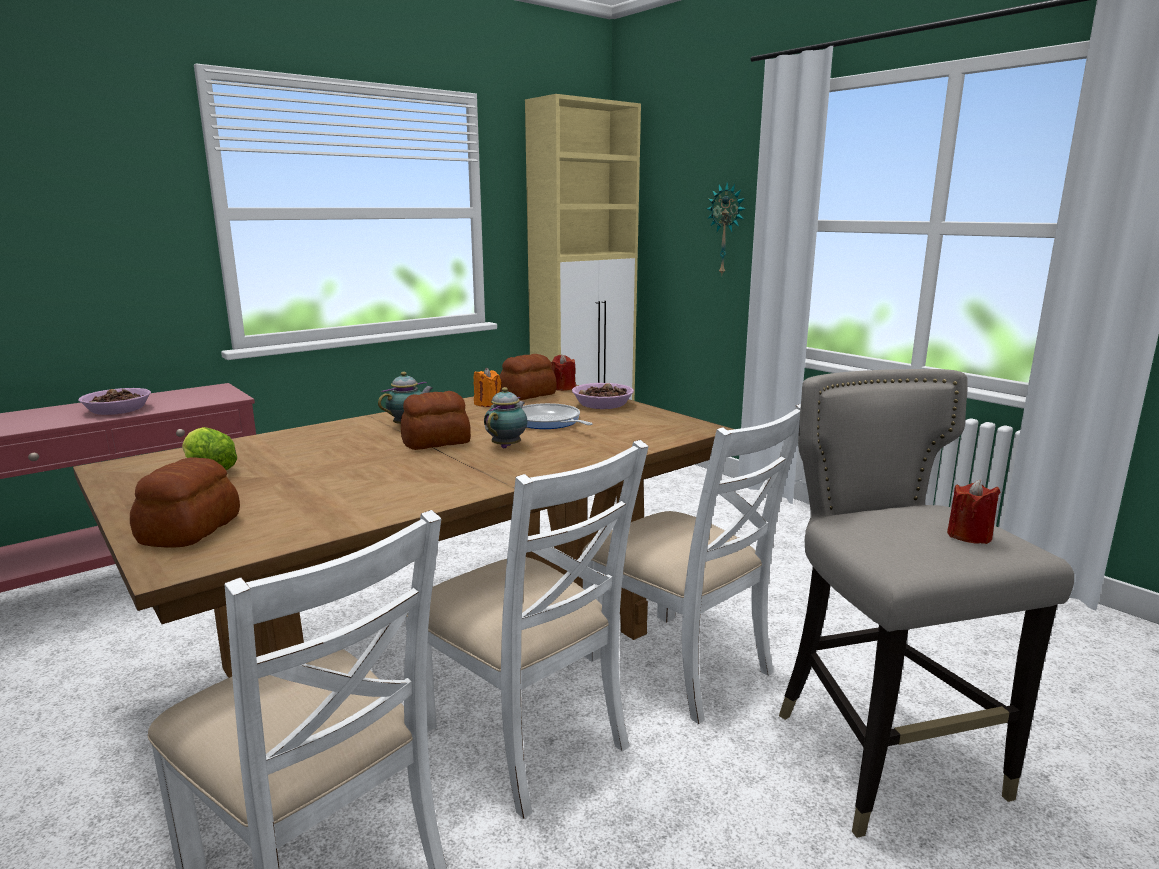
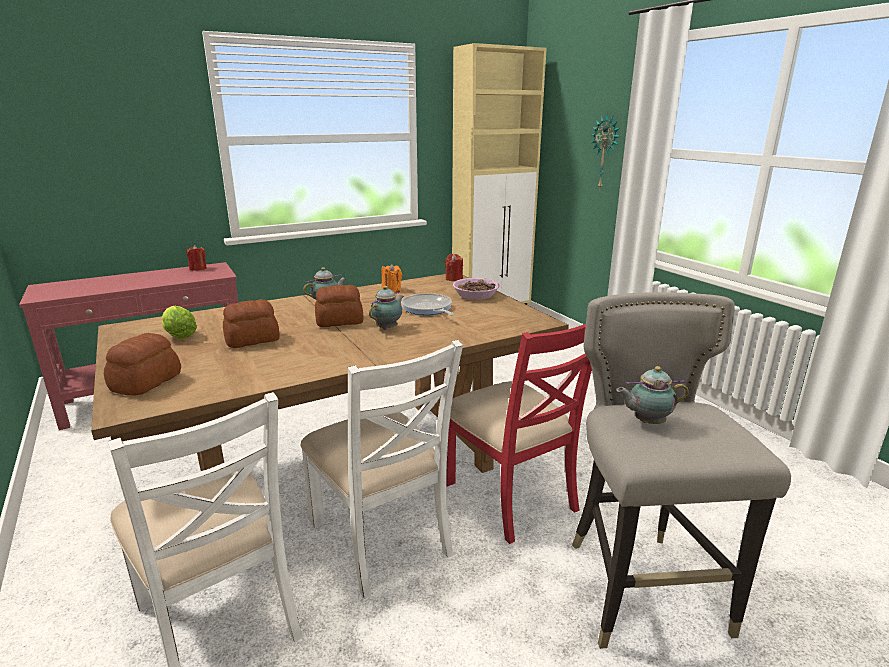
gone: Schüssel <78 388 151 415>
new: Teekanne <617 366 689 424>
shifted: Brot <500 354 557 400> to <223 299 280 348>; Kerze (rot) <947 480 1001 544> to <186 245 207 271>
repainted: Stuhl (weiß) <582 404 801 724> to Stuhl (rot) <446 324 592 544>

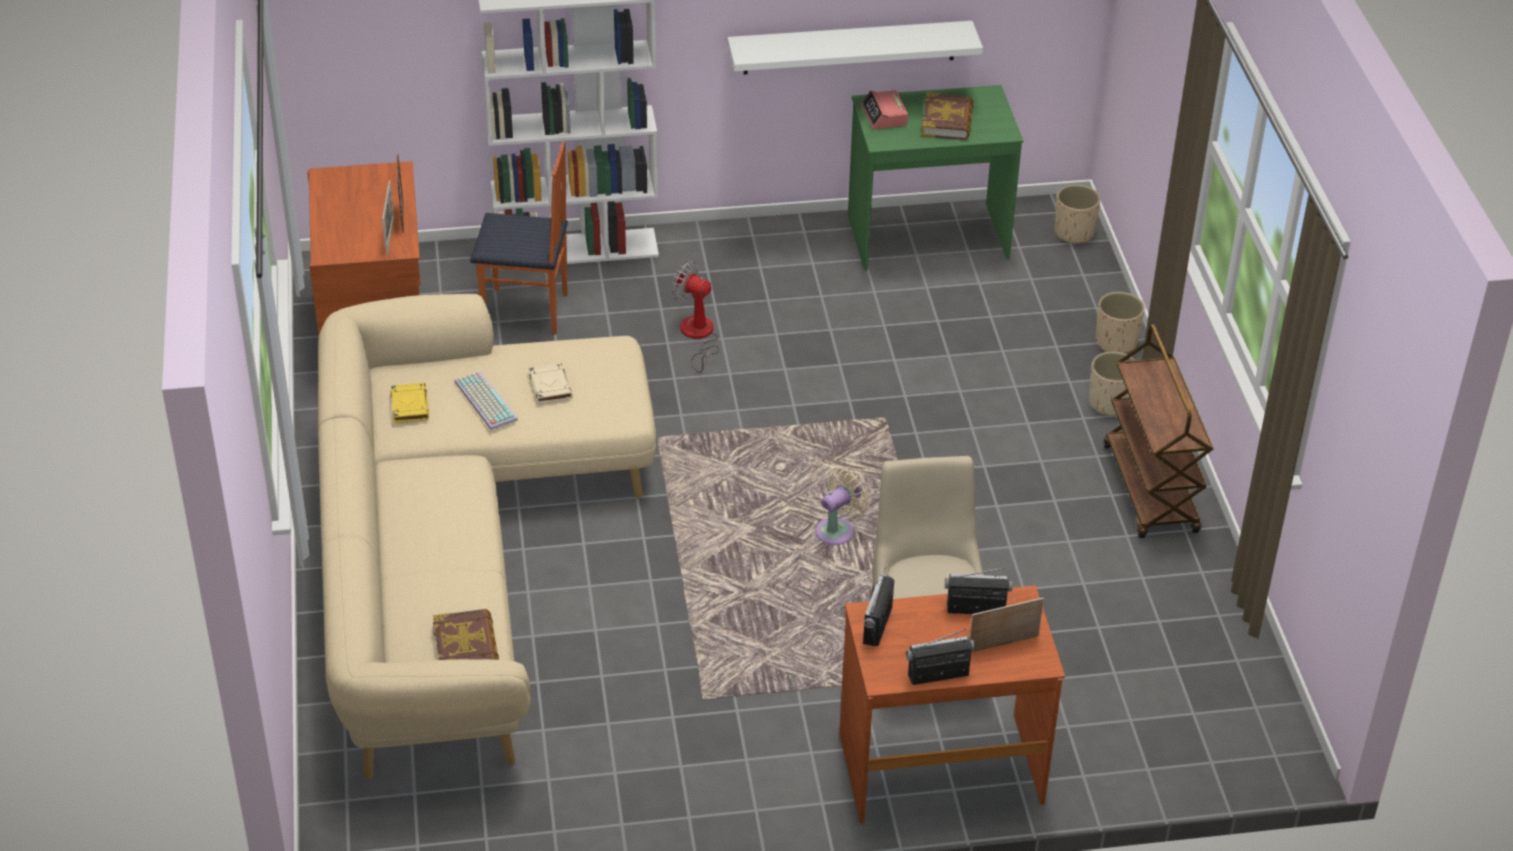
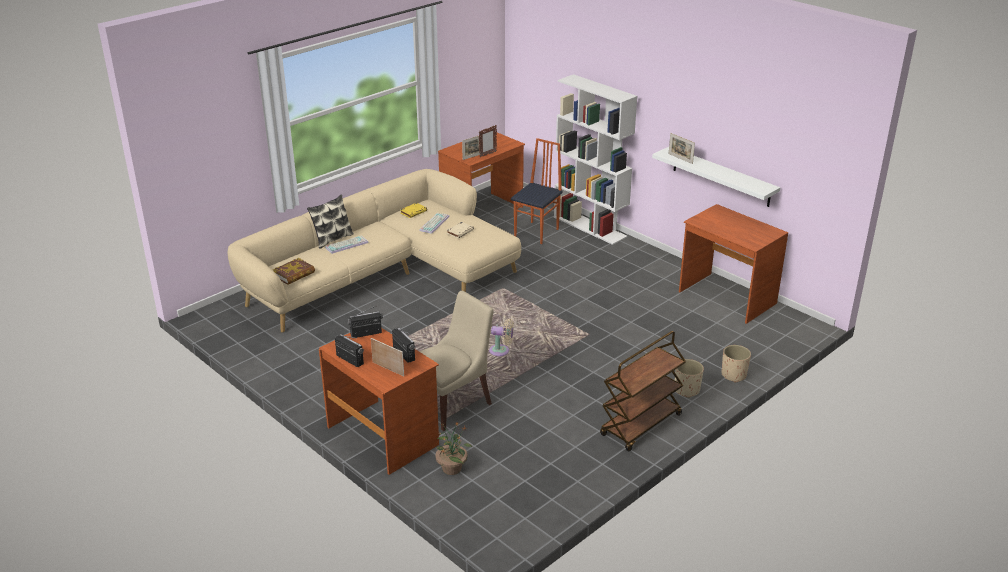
gone: Wecker <861 90 908 130>; Buch <921 92 973 140>; Pflanzkübel (beige) <1055 184 1101 243>; Ventilator <672 262 719 373>
new: Bilderrahmen <669 133 695 164>; Kissen <307 194 354 249>; Tastatur <325 236 368 254>; Topfpflanze <435 422 472 475>
repainted: Schreibtisch (grün) <848 85 1023 271> to Schreibtisch (braun) <679 204 788 324>
rotated: Stuhl <470 142 568 335> = <511 138 563 244> 120 degrees counterclockwise

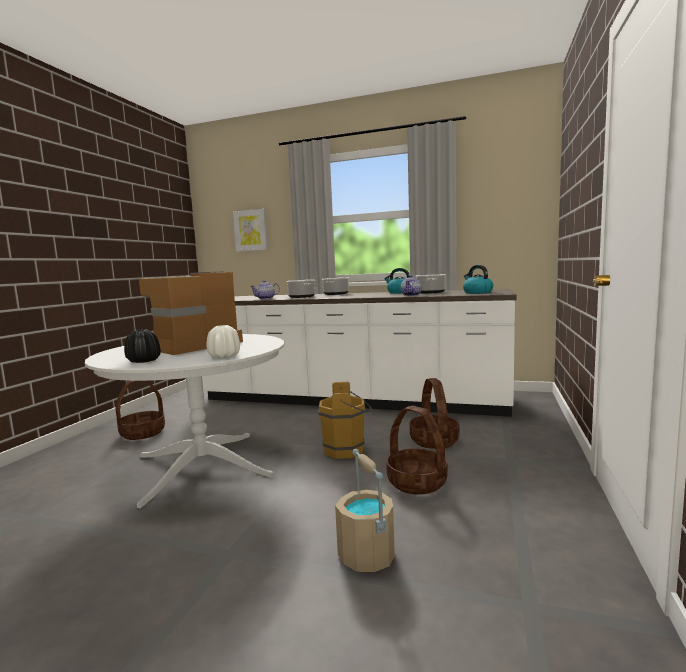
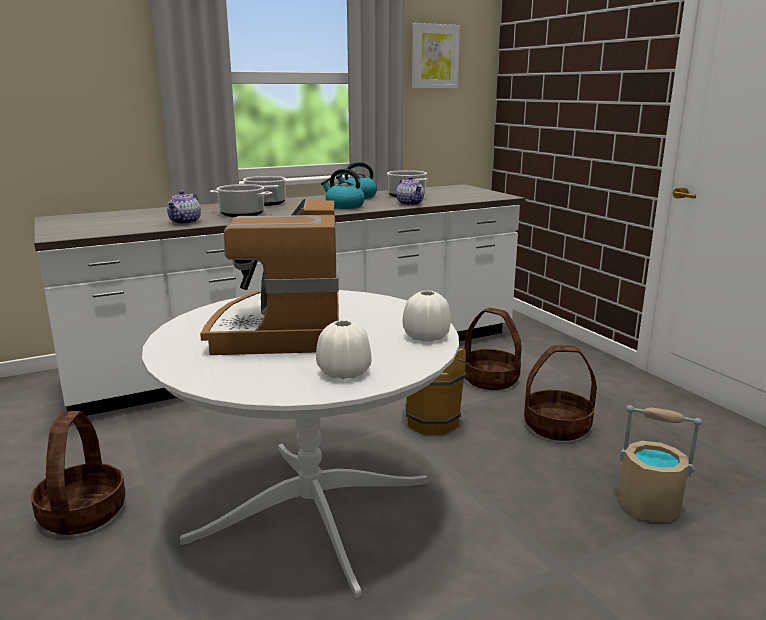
shifted: Bild <233 209 267 251> to <412 23 460 88>; Wasserkessel <463 265 493 294> to <321 169 365 209>
repainted: Vase (schwarz) <124 329 161 363> to Vase (weiß) <316 320 371 379>

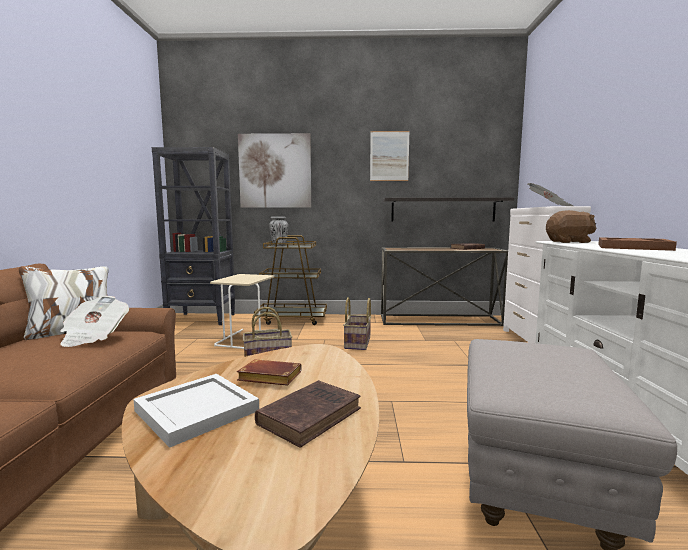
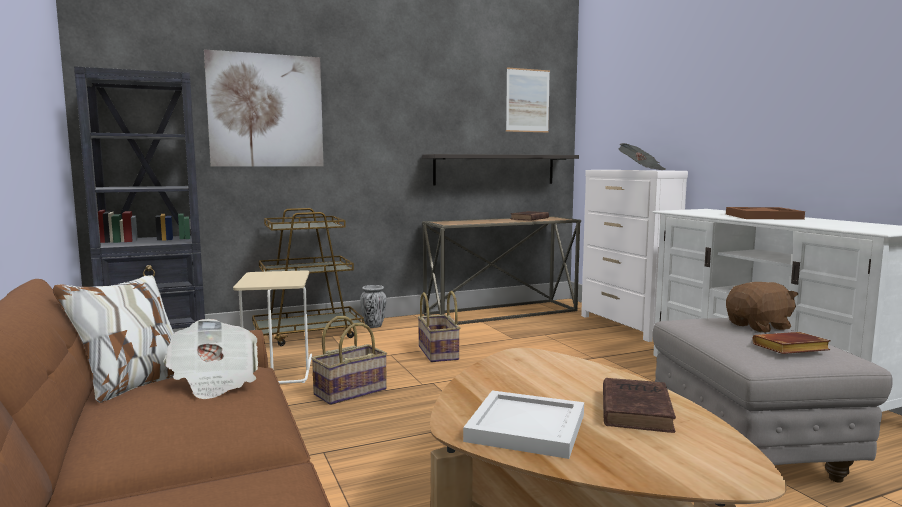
shifted: Bild <370 131 410 181> to <506 67 550 133>; Plüschtier (braun) <546 210 596 243> to <726 282 799 333>; Vase <269 217 288 246> to <360 285 386 328>; Buch (braun) <237 359 302 386> to <753 332 831 354>

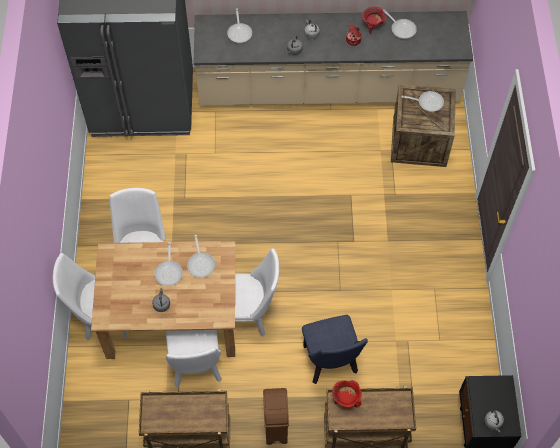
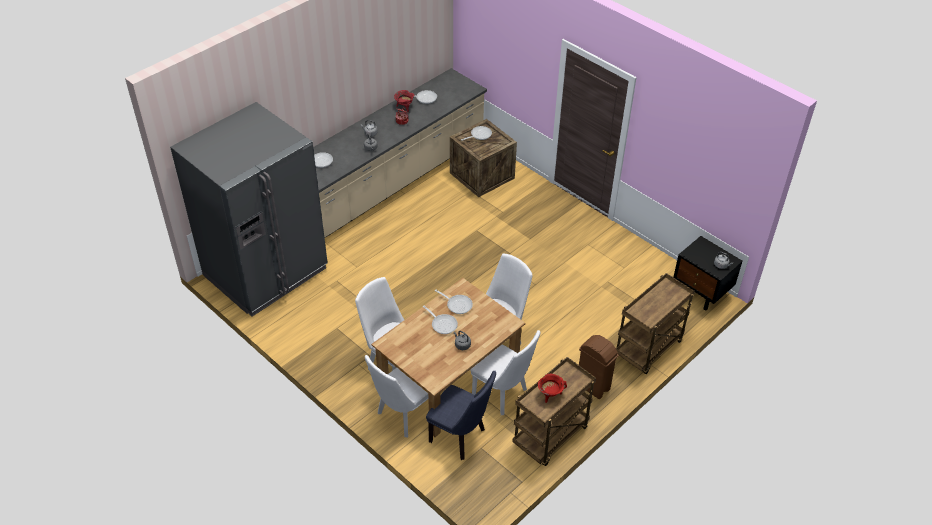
shifted: Stuhl (blau) <302 315 368 384> to <426 371 496 460>; Kochtopf (rot) <332 380 362 407> to <538 373 567 403>

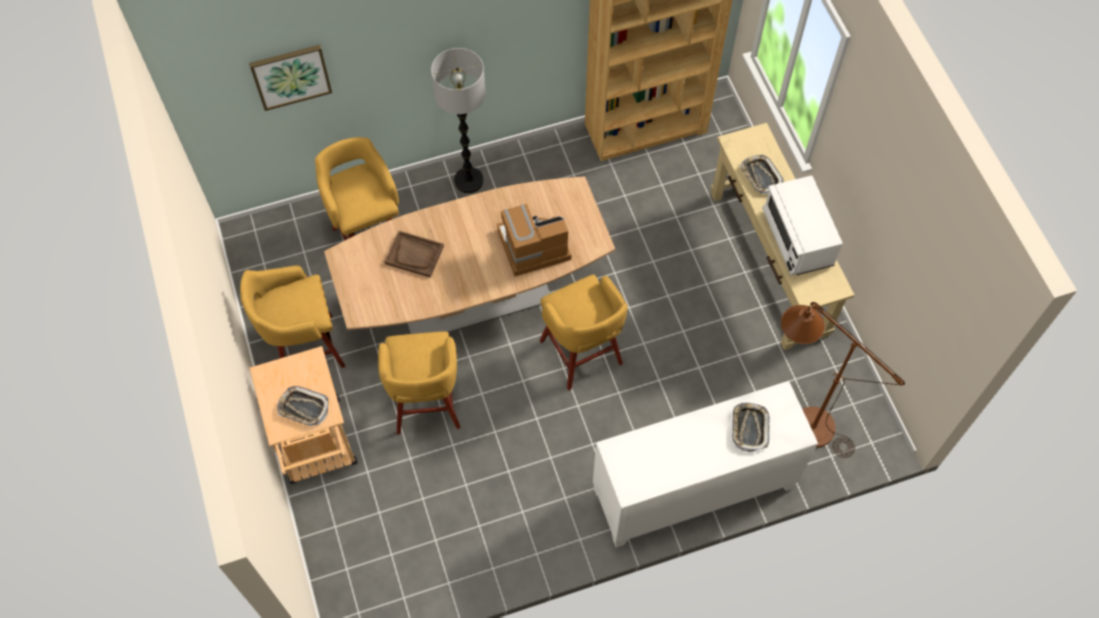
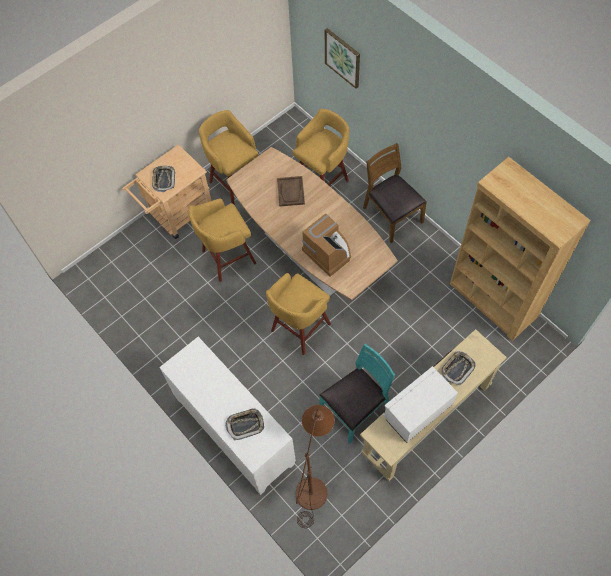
new: Stuhl (türkis) <319 343 395 443>
swapped: Stehlampe <431 48 485 193> to Stuhl (braun) <363 143 427 243>

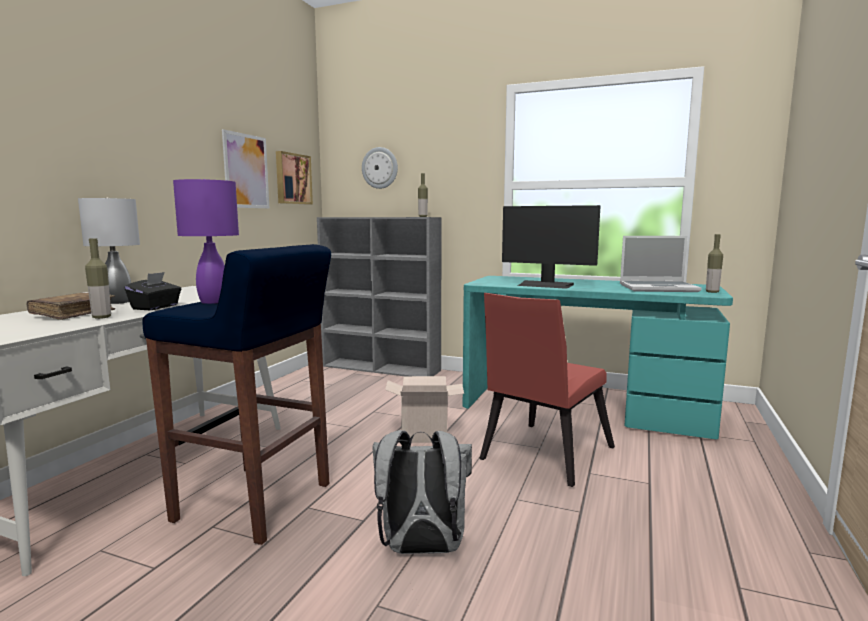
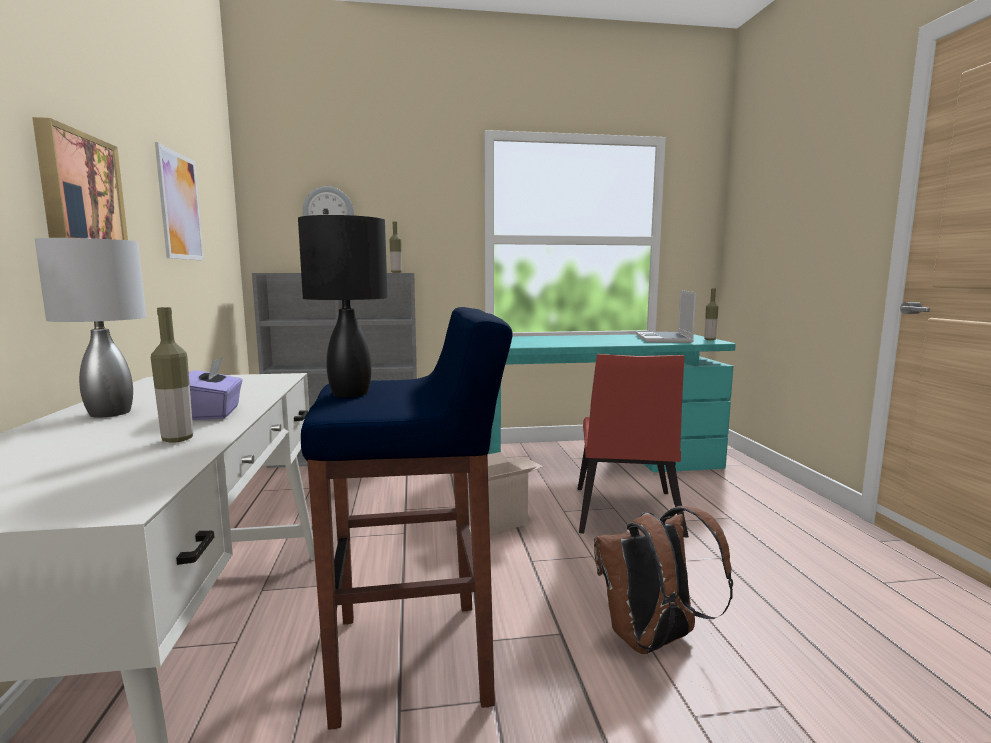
gone: Monitor <502 205 601 289>; Buch (braun) <27 292 115 320>
shifted: Bild <276 151 313 204> to <32 117 128 240>
repainted: Tischlampe (lila) <173 179 239 304> to Tischlampe (schwarz) <298 215 388 397>; Taschentuchbox (schwarz) <125 272 181 310> to Taschentuchbox (lila) <189 357 243 420>; Rucksack (grau) <373 430 472 554> to Rucksack (braun) <594 506 733 654>
rotated: Laptop <620 236 702 292> = <636 290 696 343> 120 degrees clockwise

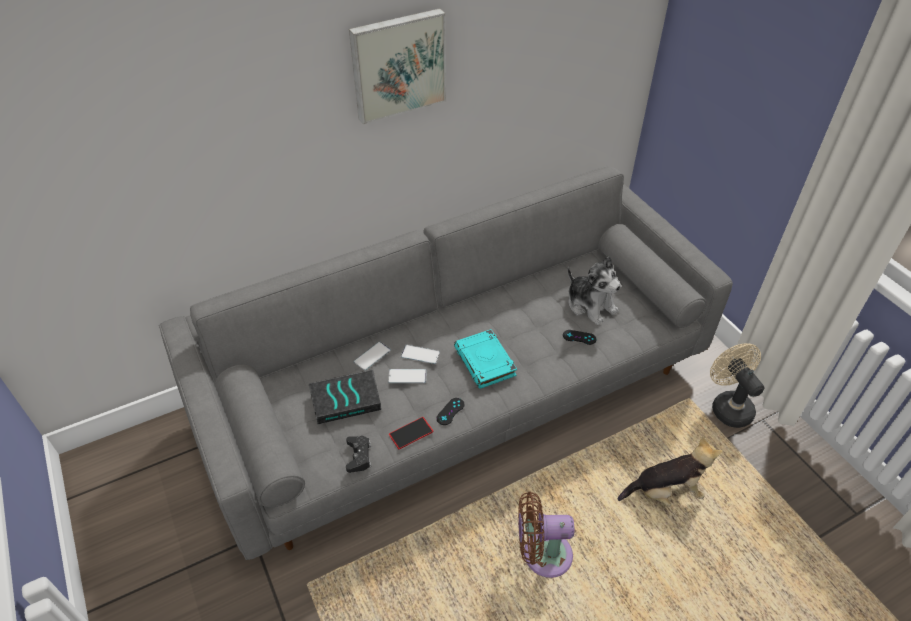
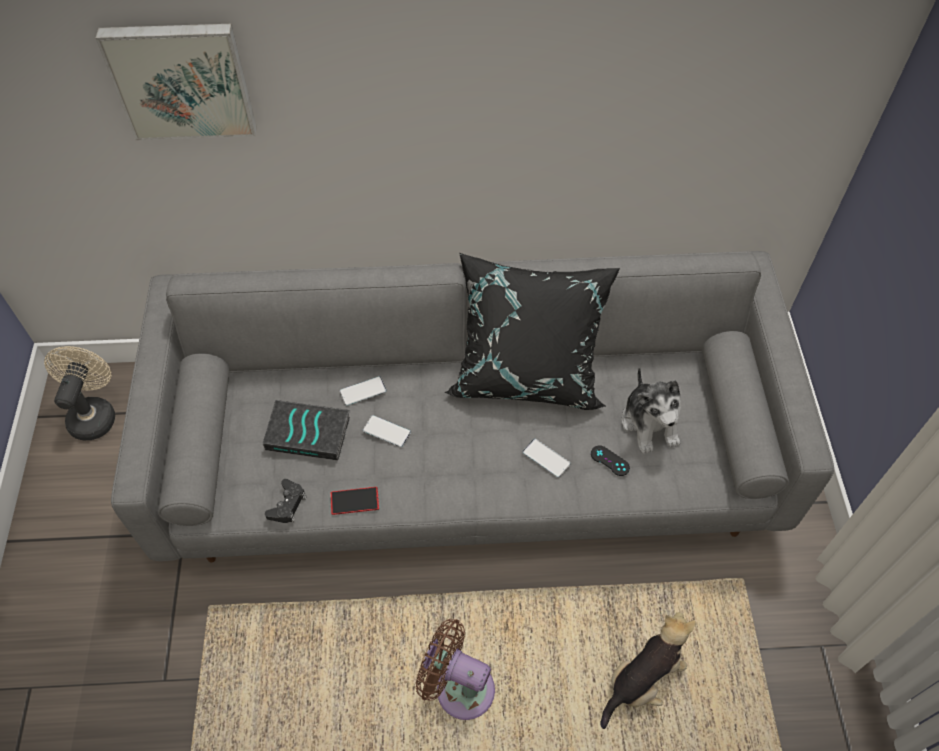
gone: Buch (türkis) <454 329 517 389>; Gamepad (schwarz) <436 398 464 425>
new: Kissen (schwarz) <444 253 620 410>
shifted: Bild <349 8 446 124> to <96 24 257 140>; Ventilator (beige) <710 343 764 428> to <44 346 115 440>; Handy <401 345 440 364> to <522 438 571 477>
rotated: Plüschtier <618 436 723 507> = <600 612 696 729> 60 degrees counterclockwise

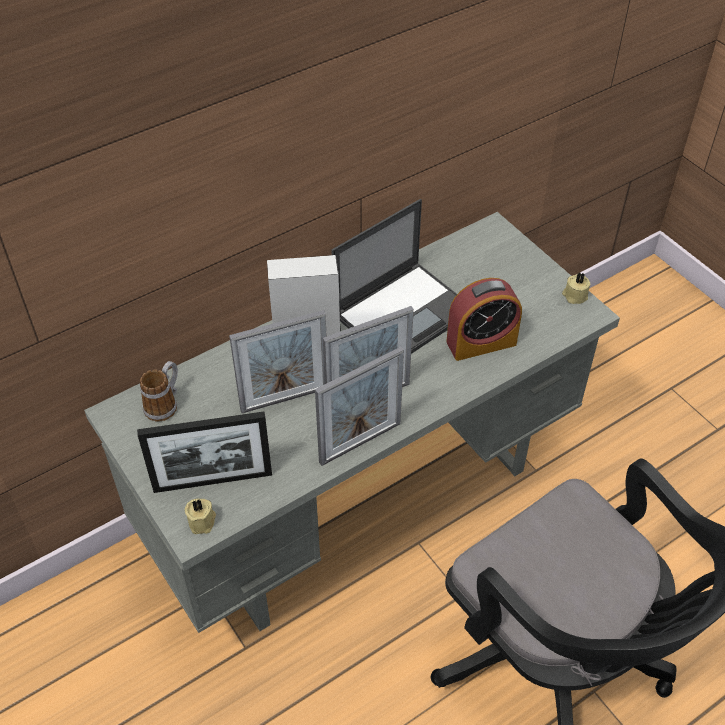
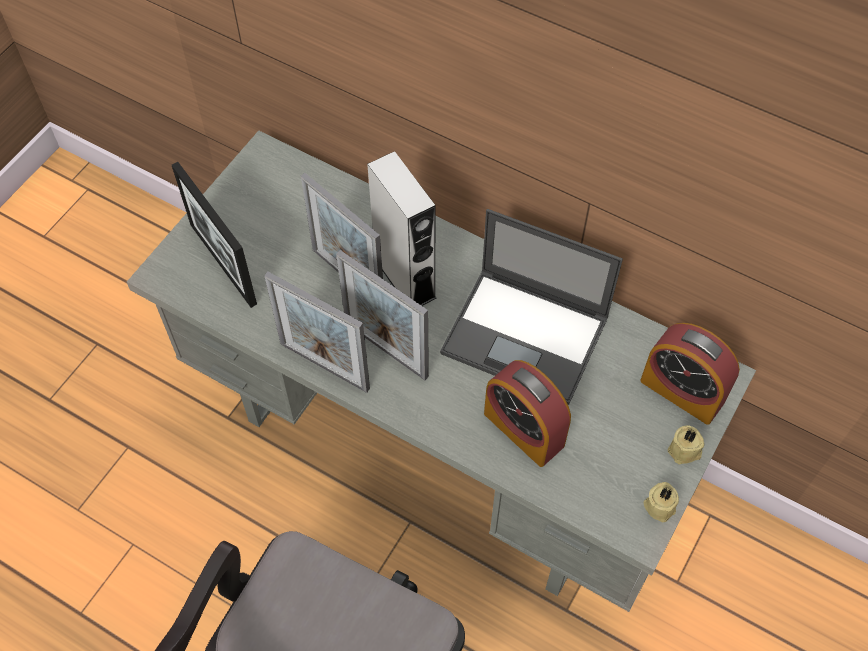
gone: Henkelbecher <140 361 178 422>
new: Wecker <640 323 740 425>
shifted: Kerze (beige) <185 499 216 534> to <668 425 704 464>

